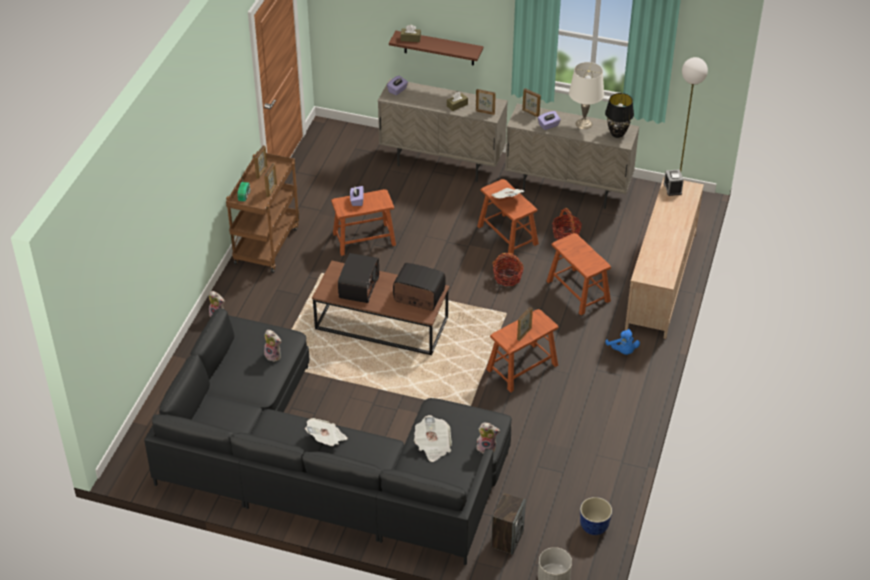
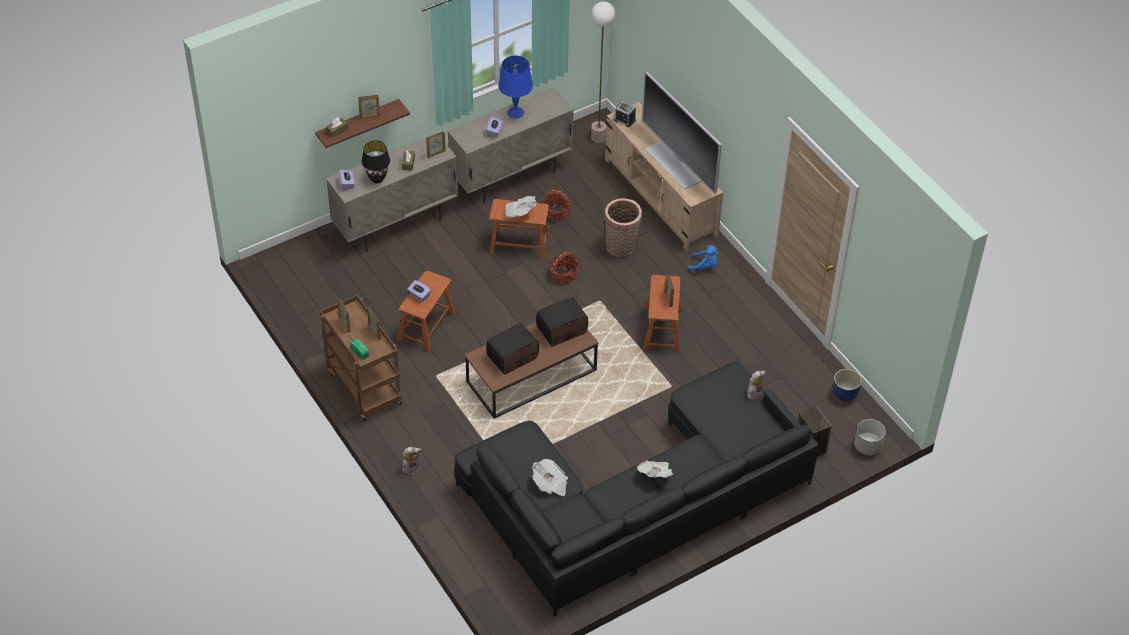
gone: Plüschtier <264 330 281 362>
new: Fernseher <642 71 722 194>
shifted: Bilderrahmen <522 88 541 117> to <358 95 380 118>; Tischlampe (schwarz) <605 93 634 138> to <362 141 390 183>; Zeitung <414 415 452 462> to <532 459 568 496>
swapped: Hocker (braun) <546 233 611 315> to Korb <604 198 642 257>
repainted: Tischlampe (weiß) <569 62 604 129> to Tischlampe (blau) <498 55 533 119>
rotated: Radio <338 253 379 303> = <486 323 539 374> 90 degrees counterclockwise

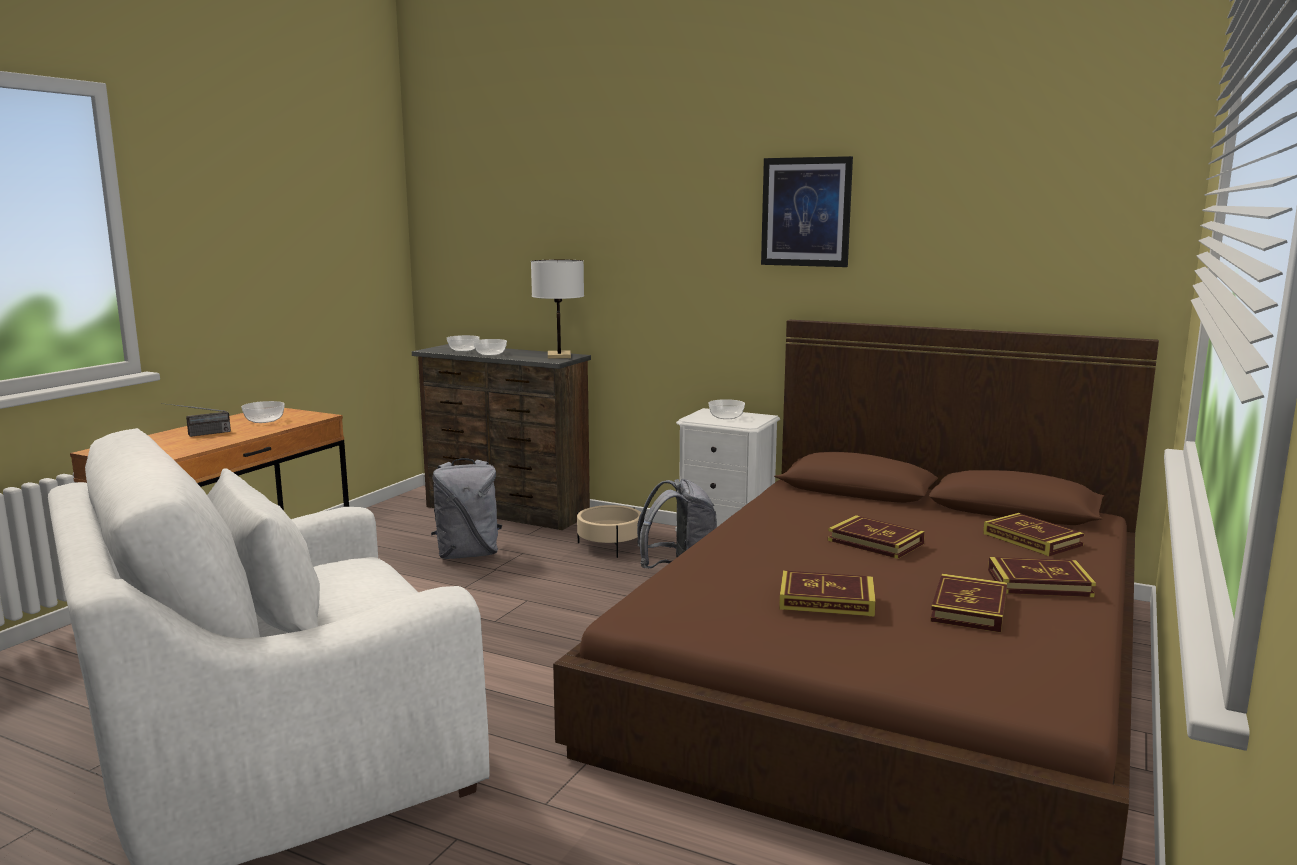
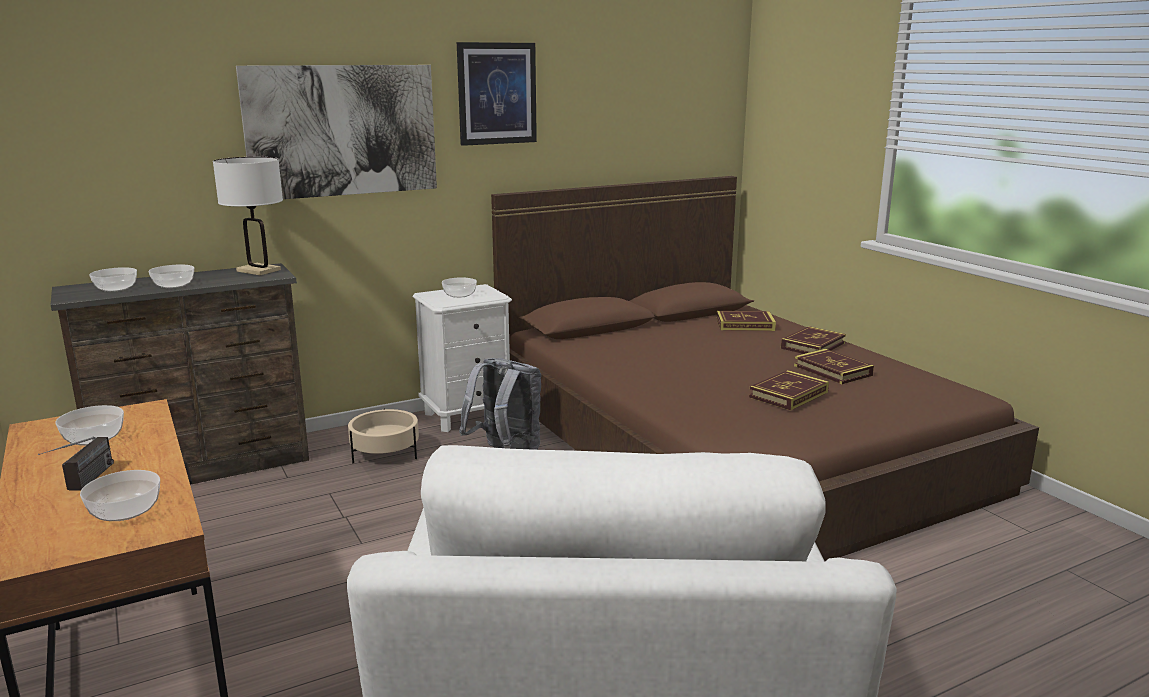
gone: Rucksack (grau) <431 458 502 559>; Buch <828 515 925 559>
new: Bild <236 65 437 199>; Schüssel <80 470 160 521>

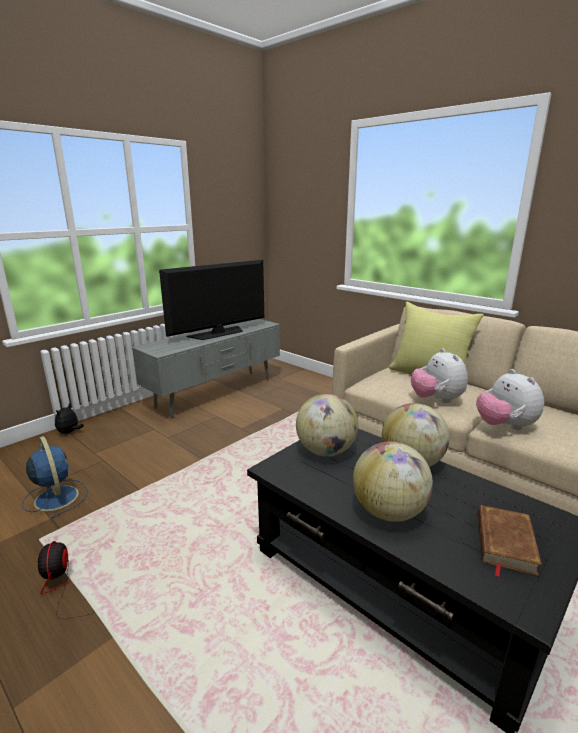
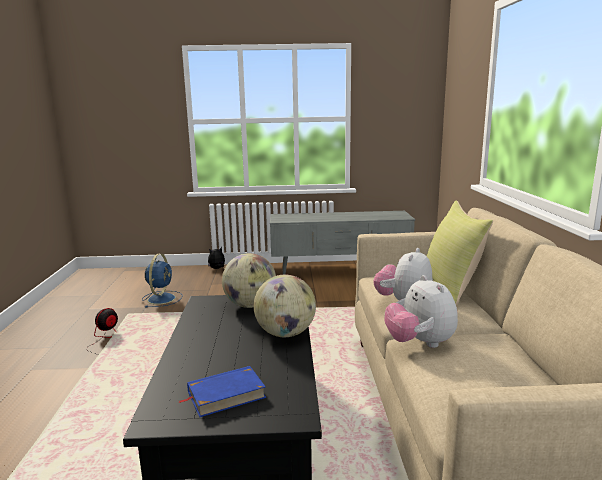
gone: Fernseher <159 260 264 340>; Globus <353 441 433 522>
repainted: Buch (braun) <478 505 542 577> to Buch (blau) <179 366 266 417>
rotated: Plüschtier <476 369 544 430> = <385 275 458 348> 45 degrees counterclockwise

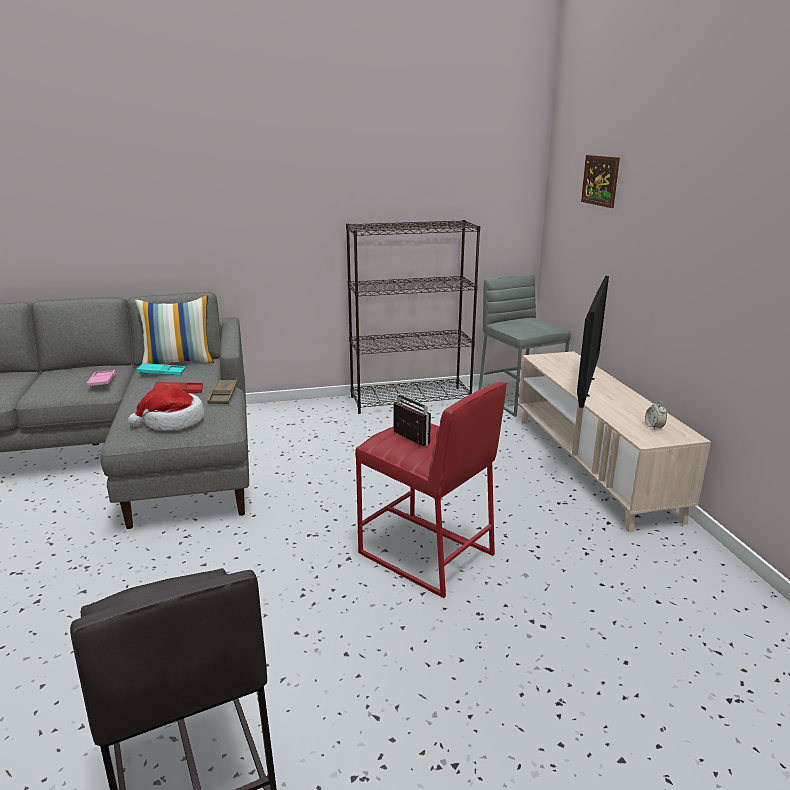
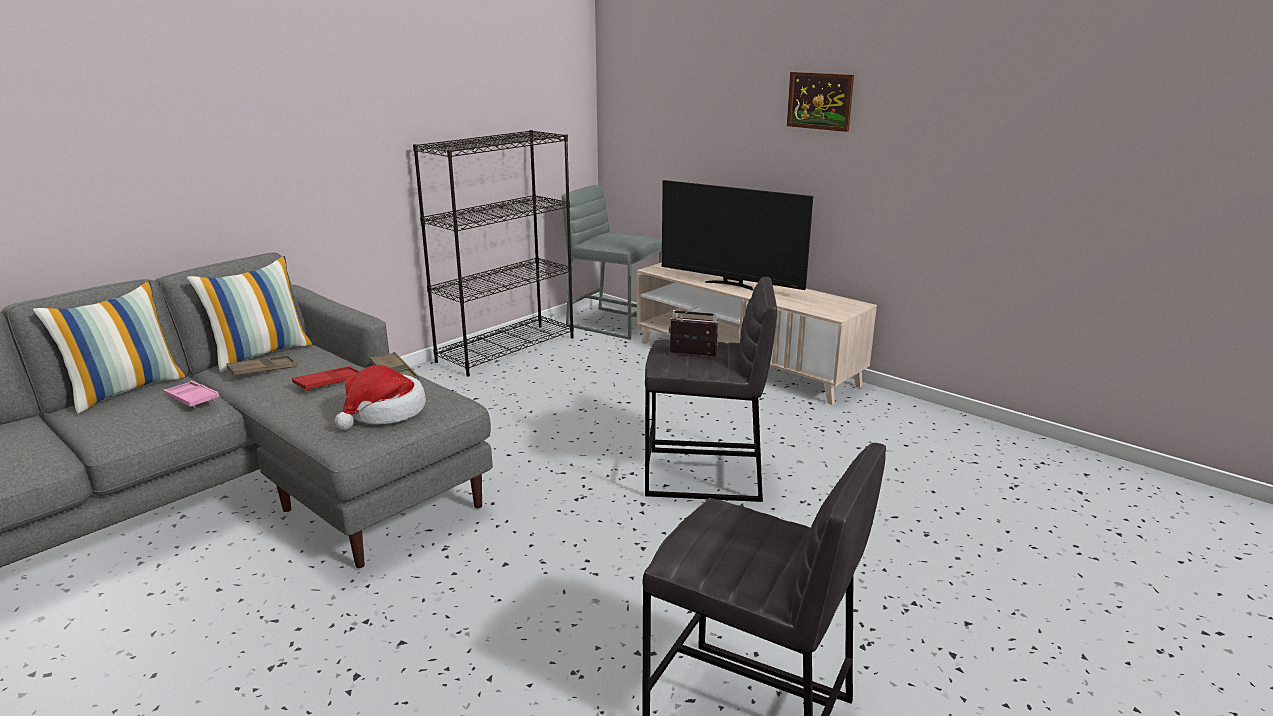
gone: Wecker <645 401 667 430>
new: Kissen <33 281 187 414>
shifted: Bild <581 155 620 208> to <787 72 854 132>
repainted: Tablett (türkis) <136 363 186 375> to Tablett (braun) <226 355 297 377>; Hocker (rot) <355 382 506 598> to Hocker (grau) <645 277 777 502>
rotated: Fernseher <577 276 609 408> = <662 180 813 291> 135 degrees clockwise

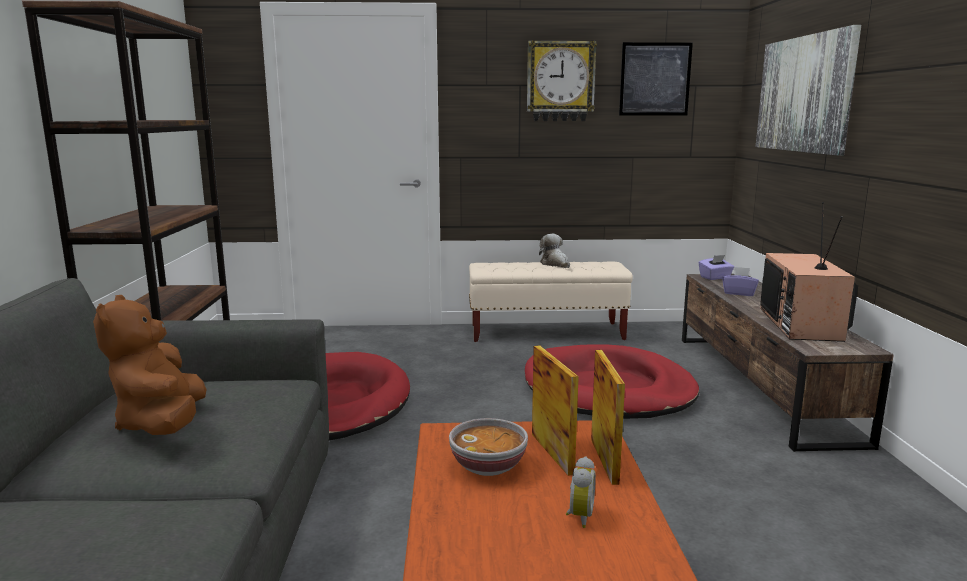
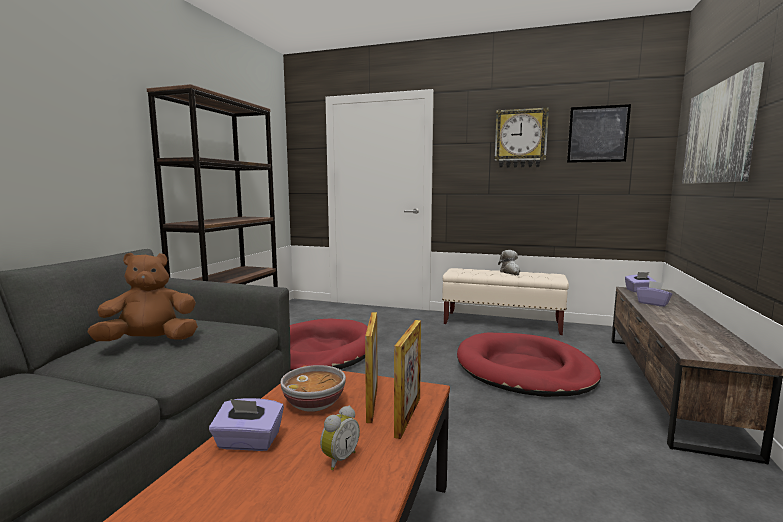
gone: Fernseher <760 202 858 342>
new: Taschentuchbox (lila) <209 398 284 451>
rotated: Plüschtier (braun) <93 295 207 435> = <87 253 198 341> 60 degrees clockwise

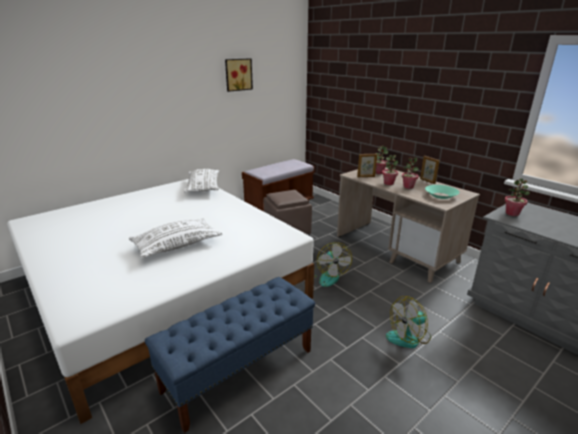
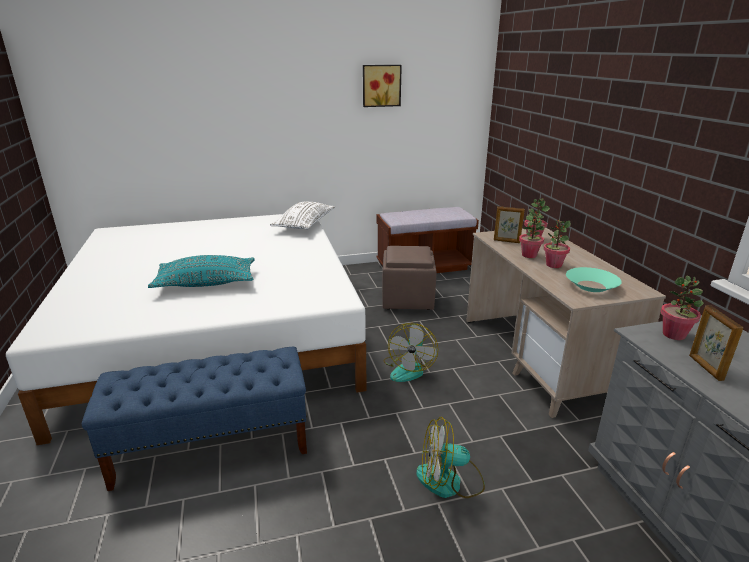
shifted: Bilderrahmen <420 156 440 184> to <689 305 743 381>
repainted: Kissen (weiß) <129 218 222 259> to Kissen (türkis) <148 255 255 288>

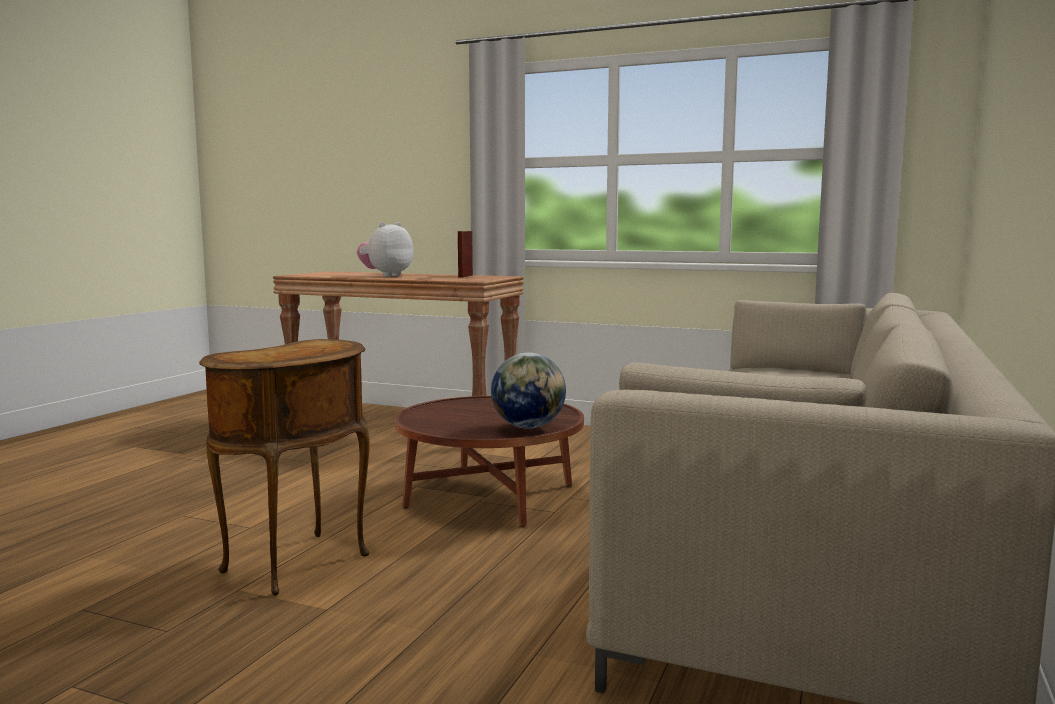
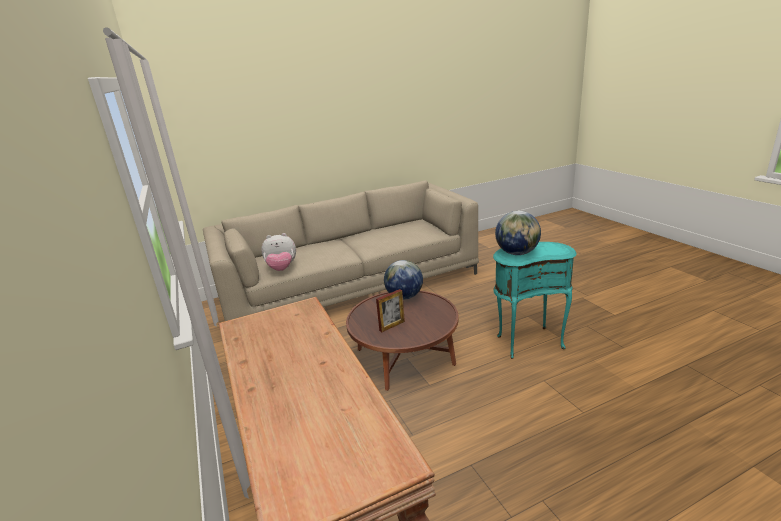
new: Globus <495 211 541 255>
shifted: Plüschtier <357 222 414 277> to <261 233 296 271>; Bilderrahmen <458 231 473 278> to <376 289 405 332>
repainted: Beistelltisch (braun) <199 339 370 596> to Beistelltisch (türkis) <493 242 577 359>

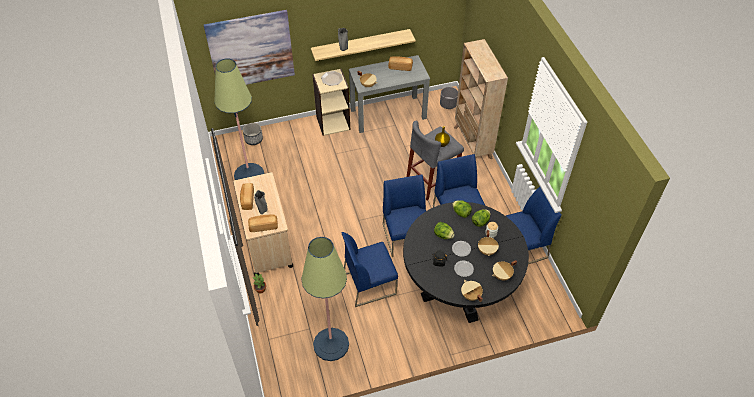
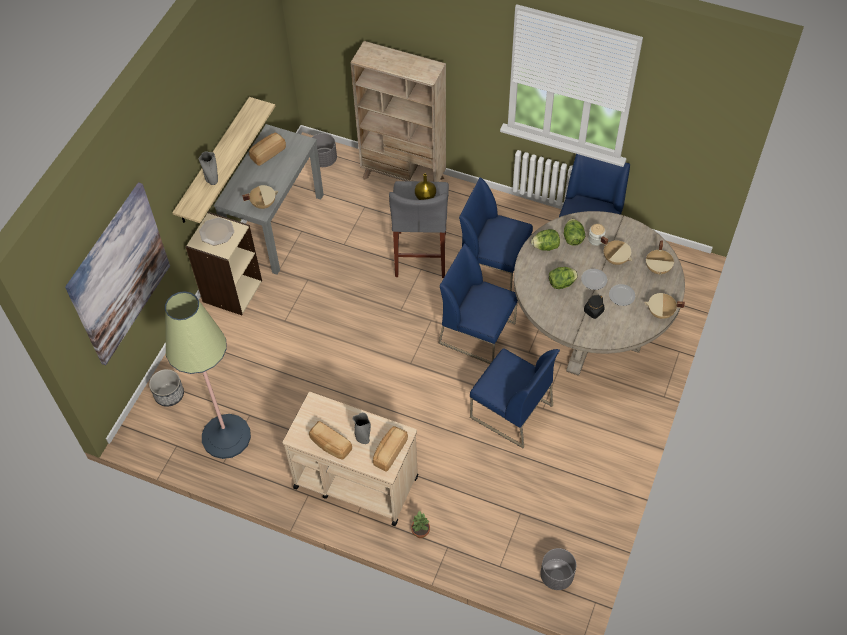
gone: Stehlampe <301 237 349 361>
new: Pflanzkübel (grau) <541 548 576 590>
repainted: Esstisch (schwarz) <403 202 529 323> to Esstisch (beige) <514 211 685 376>
rotated: Stuhl (blau) <341 232 398 307> = <470 348 560 448> 75 degrees counterclockwise

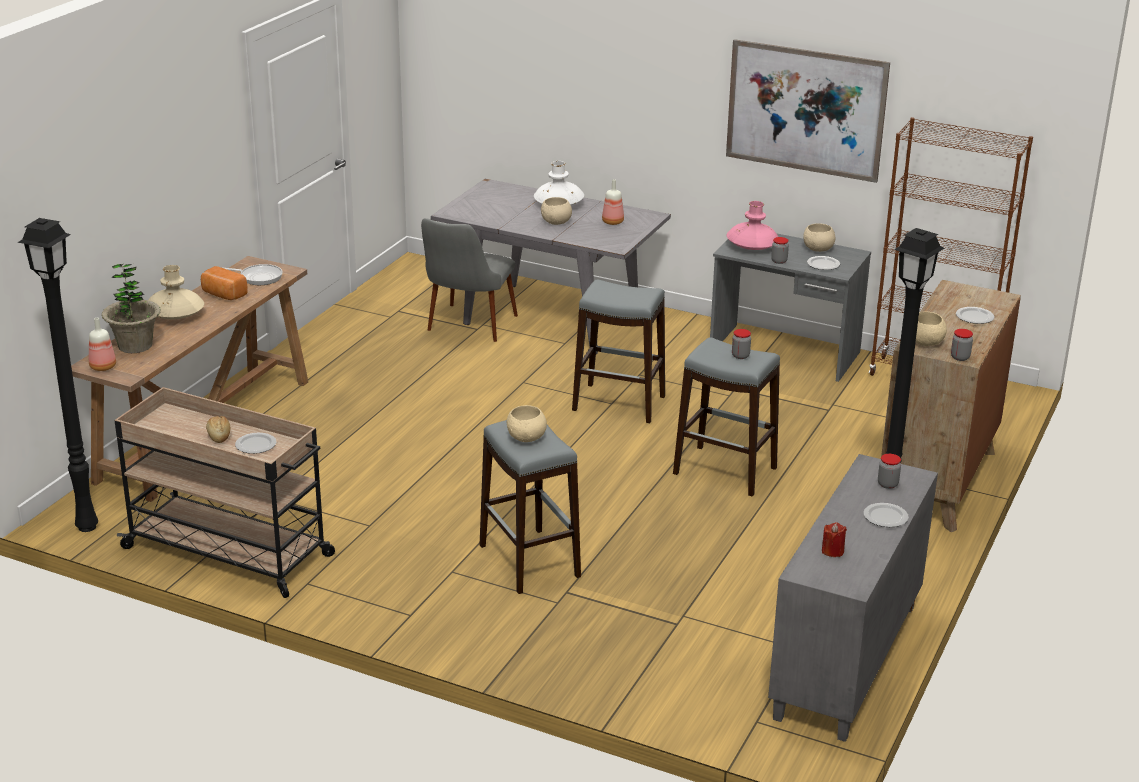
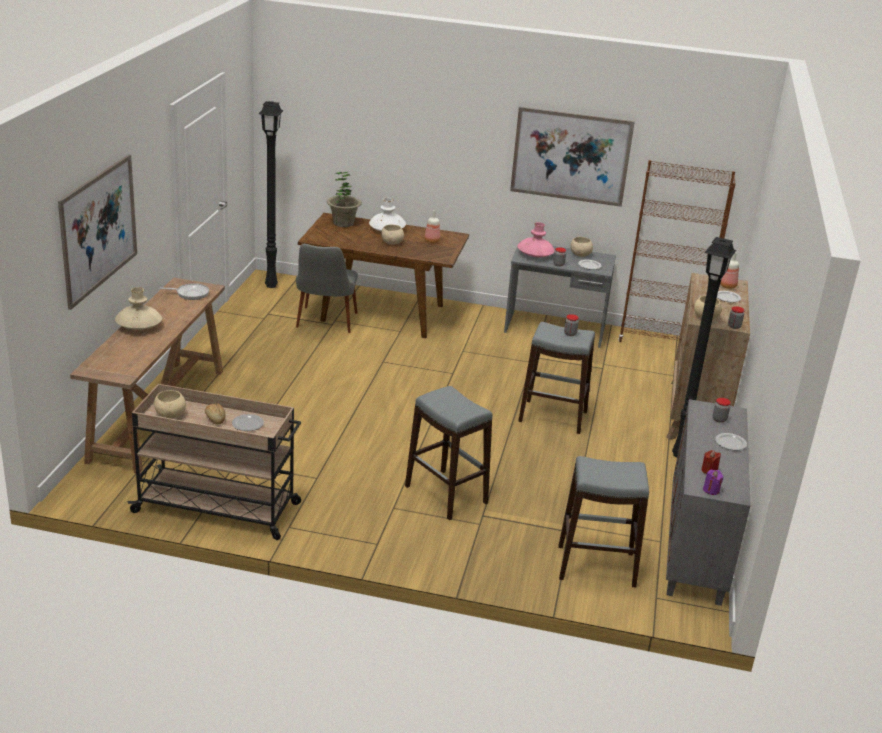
gone: Brot <201 266 248 300>
new: Bild <58 154 137 310>; Kerze (lila) <703 469 723 495>
shifted: Stehlampe (schwarz) <18 218 98 532> to <259 101 284 288>; Topfpflanze <101 264 161 353> to <327 171 362 227>; Hocker (grau) <572 280 665 423> to <558 456 649 588>; Flasche <89 318 116 371> to <720 252 739 289>; Schüssel (beige) <507 405 547 442> to <154 390 186 419>
repainted: Esstisch (grau) <431 179 671 354> to Esstisch (braun) <298 213 469 338>

